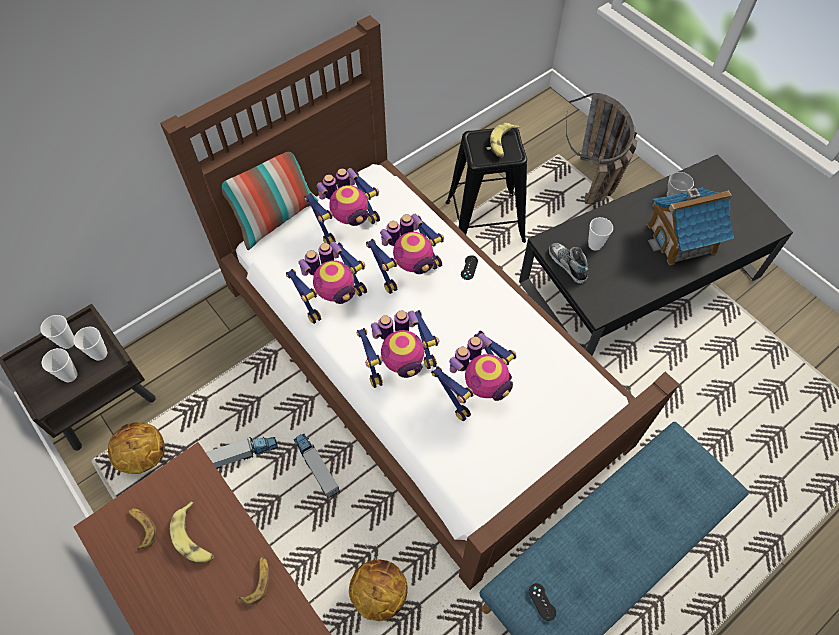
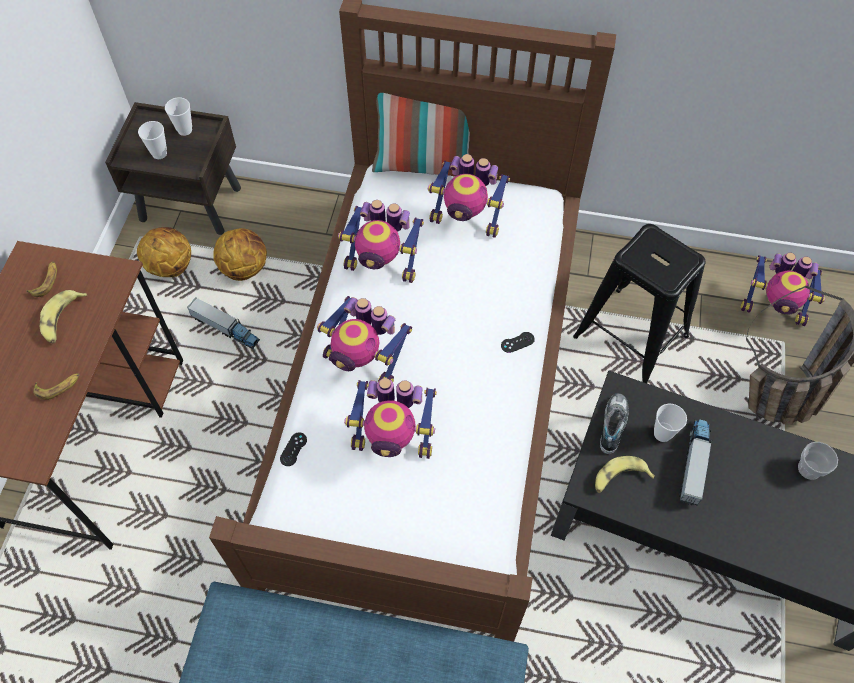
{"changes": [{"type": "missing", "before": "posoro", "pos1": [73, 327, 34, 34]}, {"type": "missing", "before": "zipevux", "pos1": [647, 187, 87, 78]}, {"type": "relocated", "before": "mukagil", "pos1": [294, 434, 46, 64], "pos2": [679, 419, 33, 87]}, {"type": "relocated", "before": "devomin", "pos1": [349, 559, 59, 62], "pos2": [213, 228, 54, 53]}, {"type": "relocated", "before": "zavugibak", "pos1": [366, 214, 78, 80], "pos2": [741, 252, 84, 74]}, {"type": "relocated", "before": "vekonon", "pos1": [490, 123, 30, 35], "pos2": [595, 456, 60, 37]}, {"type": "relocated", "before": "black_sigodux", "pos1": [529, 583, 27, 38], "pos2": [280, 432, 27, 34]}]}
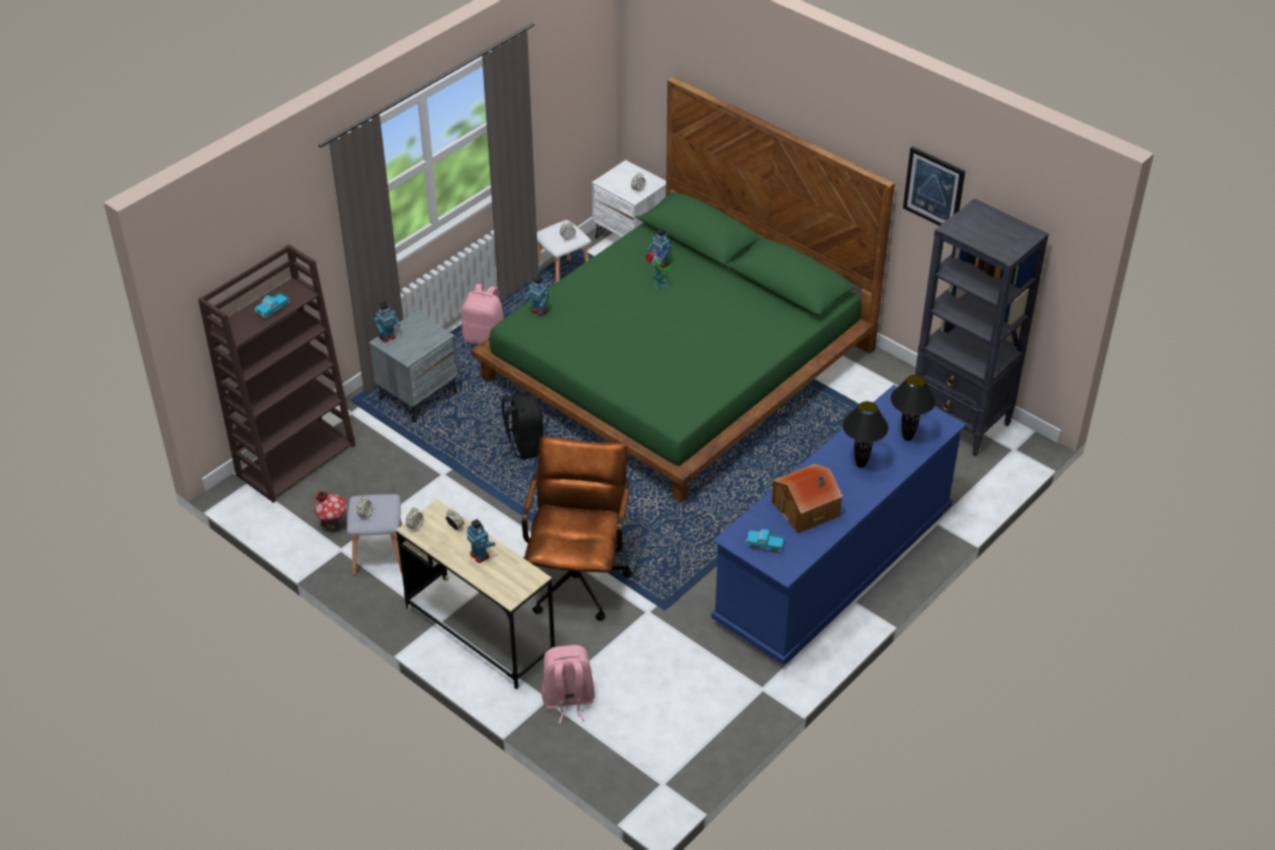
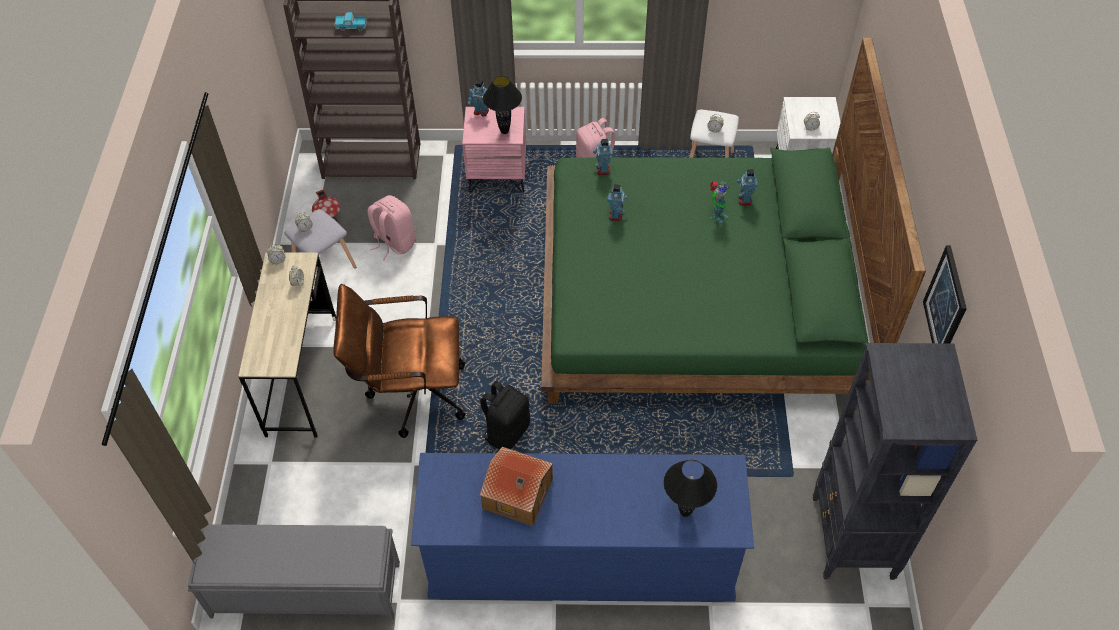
{"changes": [{"type": "missing", "before": "mukagil", "pos1": [746, 529, 38, 24]}, {"type": "appeared", "after": "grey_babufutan", "pos2": [188, 524, 212, 96]}, {"type": "relocated", "before": "zavugibak", "pos1": [467, 519, 28, 44], "pos2": [608, 184, 20, 37]}, {"type": "relocated", "before": "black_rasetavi", "pos1": [497, 395, 47, 65], "pos2": [478, 381, 52, 68]}, {"type": "relocated", "before": "pink_rasetavi", "pos1": [542, 645, 53, 78], "pos2": [367, 195, 49, 65]}, {"type": "relocated", "before": "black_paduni", "pos1": [842, 401, 47, 67], "pos2": [483, 76, 39, 58]}, {"type": "colour", "before": "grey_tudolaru", "after": "pink_tudolaru", "pos1": [369, 311, 89, 112], "pos2": [462, 107, 64, 86]}, {"type": "spun", "before": "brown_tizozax", "pos1": [522, 436, 110, 185], "pos2": [333, 284, 132, 154], "turn": -150}]}
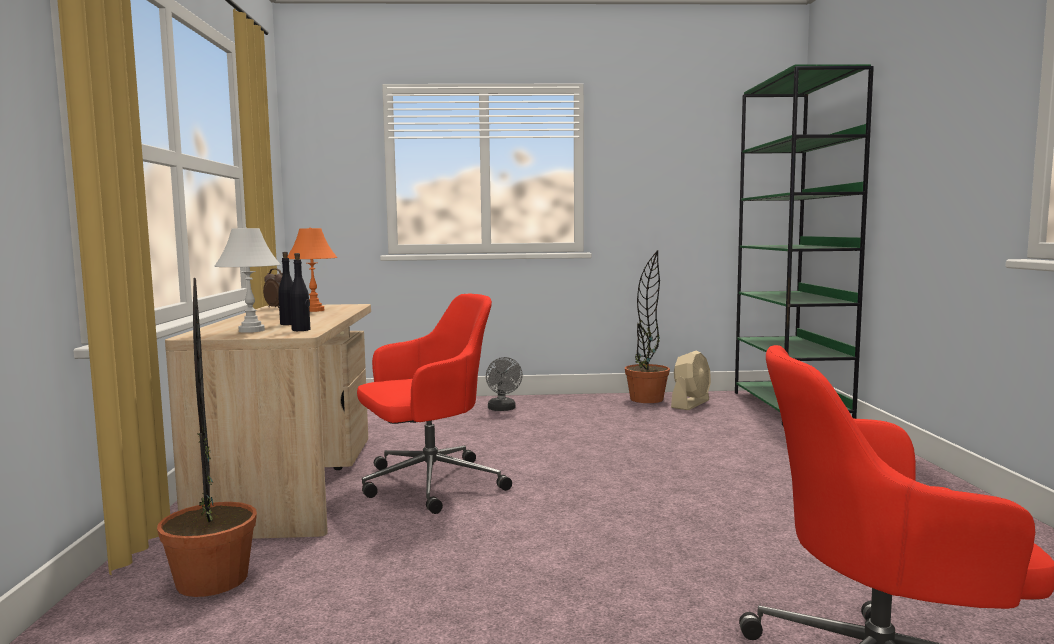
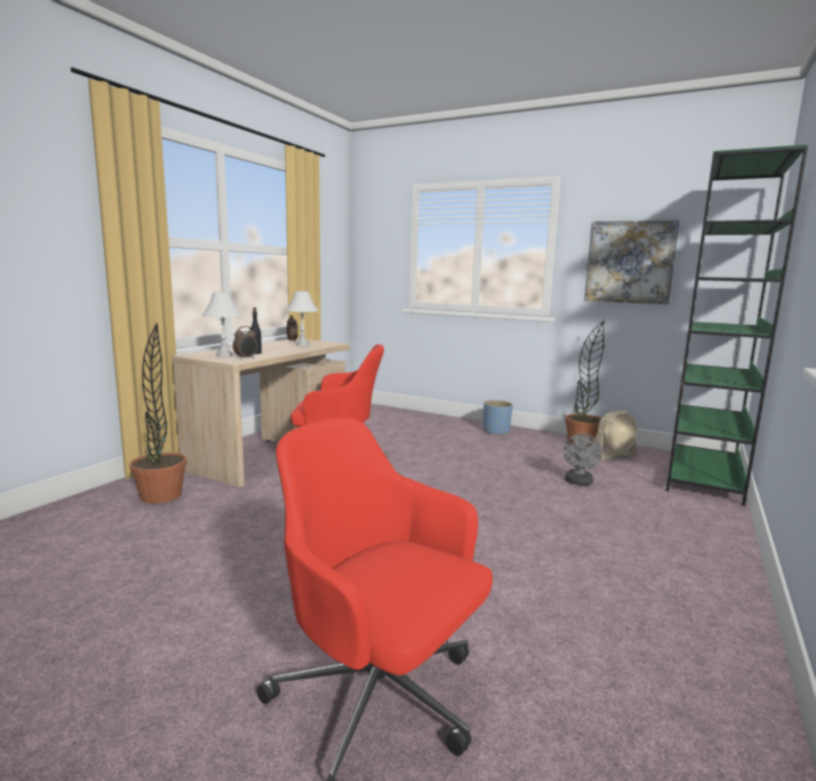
{"changes": [{"type": "appeared", "after": "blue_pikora", "pos2": [483, 400, 30, 35]}, {"type": "appeared", "after": "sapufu", "pos2": [584, 220, 96, 85]}, {"type": "relocated", "before": "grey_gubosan", "pos1": [486, 357, 37, 54], "pos2": [563, 434, 39, 52]}, {"type": "exchanged", "before": "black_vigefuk", "after": "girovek", "pos1": [290, 253, 20, 78], "pos2": [233, 326, 24, 33]}, {"type": "colour", "before": "orange_paduni", "after": "white_paduni", "pos1": [288, 228, 49, 84], "pos2": [285, 291, 33, 55]}]}
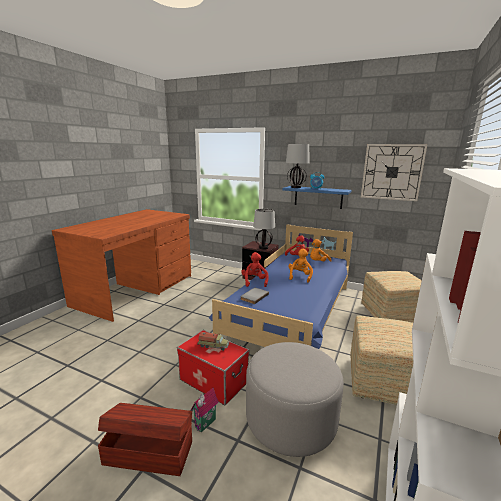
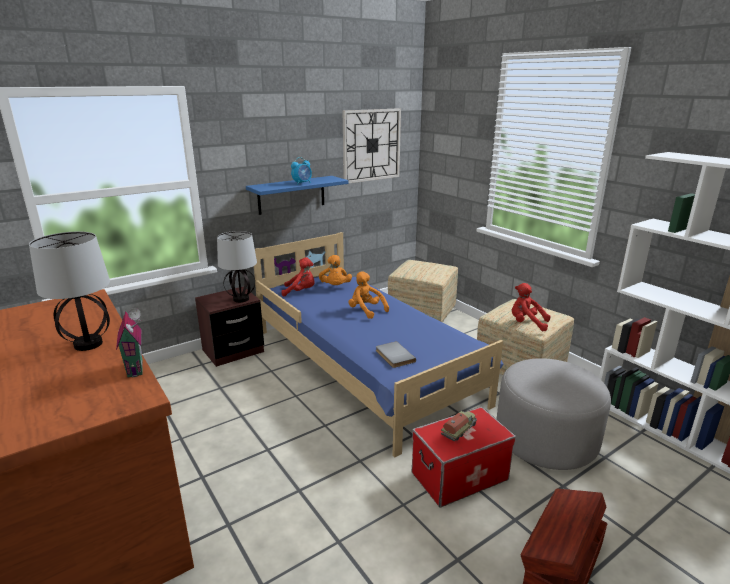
{"changes": [{"type": "relocated", "before": "zipevux", "pos1": [191, 388, 28, 44], "pos2": [116, 308, 27, 70]}, {"type": "relocated", "before": "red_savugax", "pos1": [241, 252, 28, 35], "pos2": [512, 283, 38, 48]}, {"type": "relocated", "before": "paduni", "pos1": [286, 144, 23, 44], "pos2": [29, 232, 81, 119]}]}
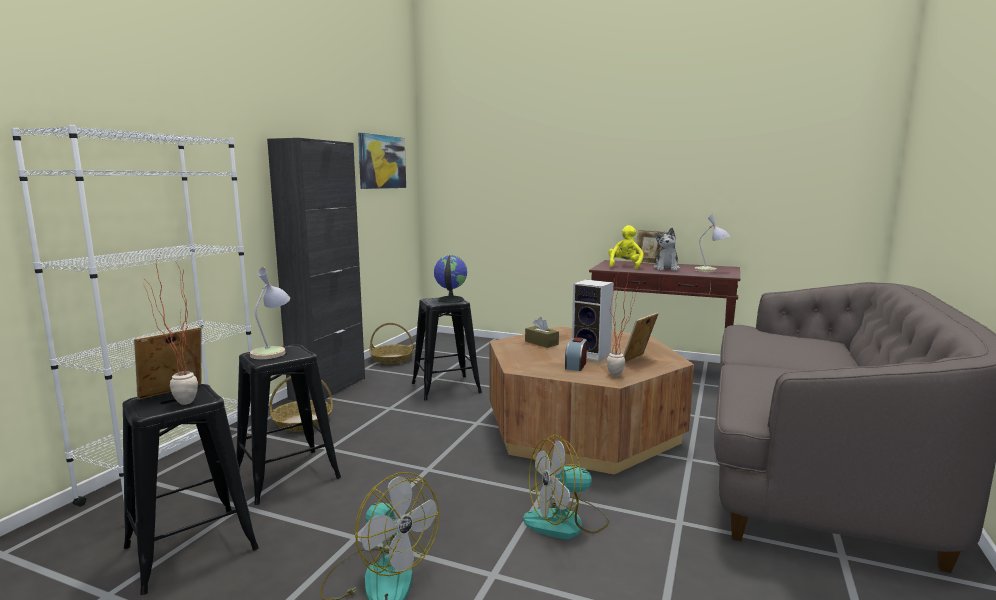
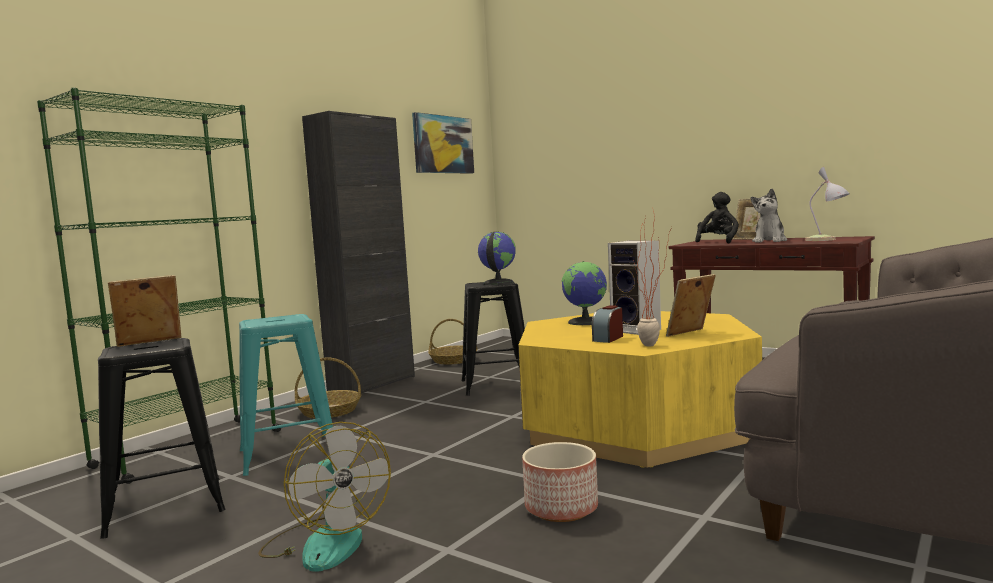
{"changes": [{"type": "missing", "before": "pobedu", "pos1": [143, 254, 55, 151]}, {"type": "missing", "before": "paduni", "pos1": [250, 267, 40, 92]}, {"type": "exchanged", "before": "gubosan", "after": "pikora", "pos1": [523, 435, 86, 104], "pos2": [522, 442, 76, 80]}, {"type": "exchanged", "before": "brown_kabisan", "after": "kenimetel", "pos1": [525, 317, 34, 31], "pos2": [561, 261, 46, 64]}, {"type": "colour", "before": "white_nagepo", "after": "green_nagepo", "pos1": [11, 125, 241, 382], "pos2": [37, 88, 244, 396]}, {"type": "colour", "before": "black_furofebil", "after": "turquoise_furofebil", "pos1": [237, 344, 104, 161], "pos2": [239, 314, 94, 162]}, {"type": "colour", "before": "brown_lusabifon", "after": "yellow_lusabifon", "pos1": [489, 326, 205, 148], "pos2": [518, 311, 244, 157]}, {"type": "colour", "before": "yellow_savugax", "after": "black_savugax", "pos1": [608, 225, 36, 45], "pos2": [695, 192, 44, 51]}]}
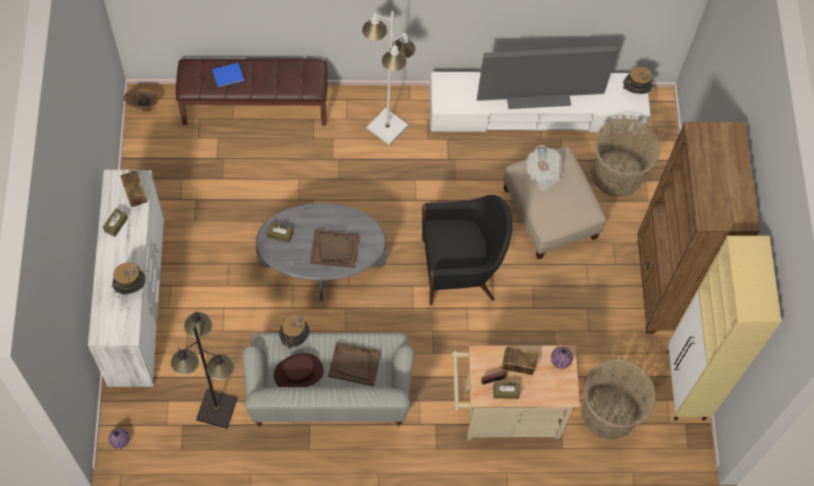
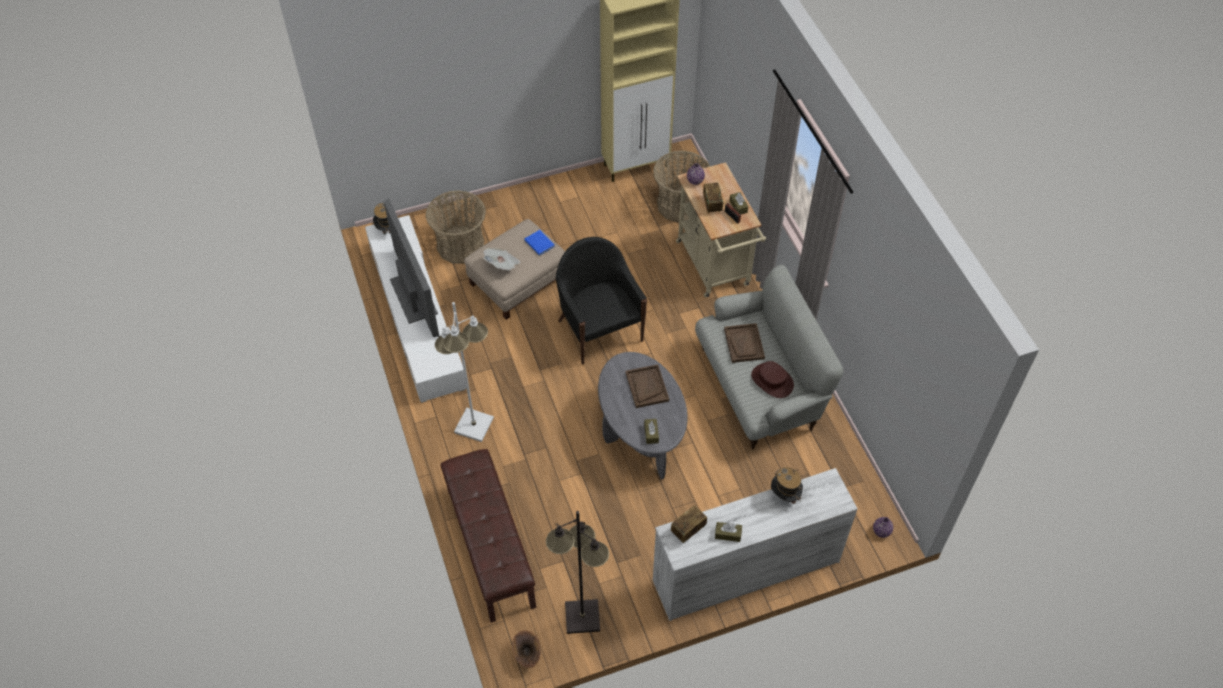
{"changes": [{"type": "missing", "before": "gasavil", "pos1": [279, 313, 31, 36]}, {"type": "missing", "before": "brown_nagepo", "pos1": [637, 122, 123, 212]}, {"type": "relocated", "before": "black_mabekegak", "pos1": [171, 312, 67, 117], "pos2": [546, 511, 63, 123]}, {"type": "relocated", "before": "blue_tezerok", "pos1": [212, 63, 32, 25], "pos2": [525, 230, 30, 26]}]}
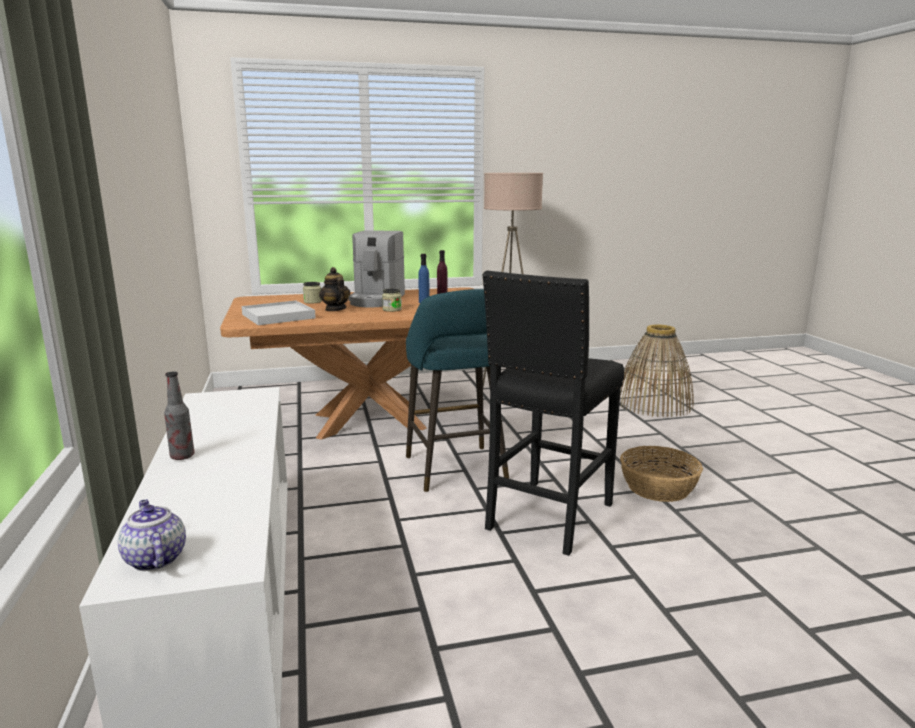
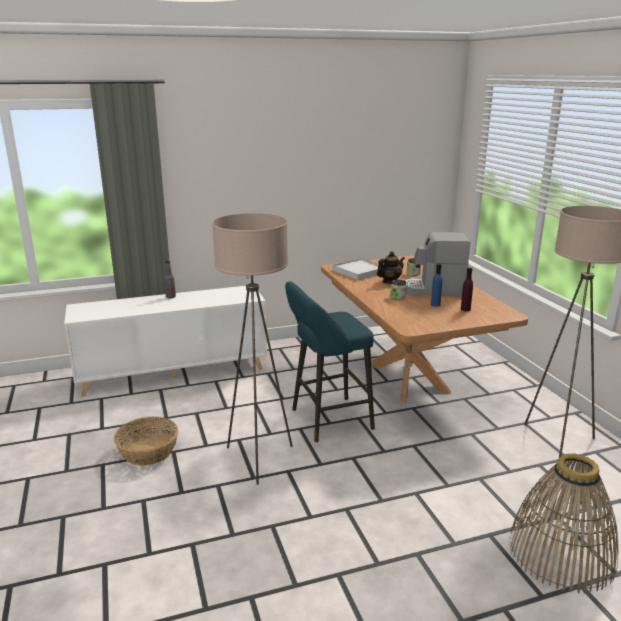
{"changes": [{"type": "missing", "before": "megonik", "pos1": [118, 499, 68, 72]}, {"type": "relocated", "before": "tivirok", "pos1": [620, 446, 83, 56], "pos2": [114, 417, 64, 49]}, {"type": "exchanged", "before": "black_furofebil", "after": "beige_mabekegak", "pos1": [482, 270, 142, 286], "pos2": [212, 213, 81, 272]}]}
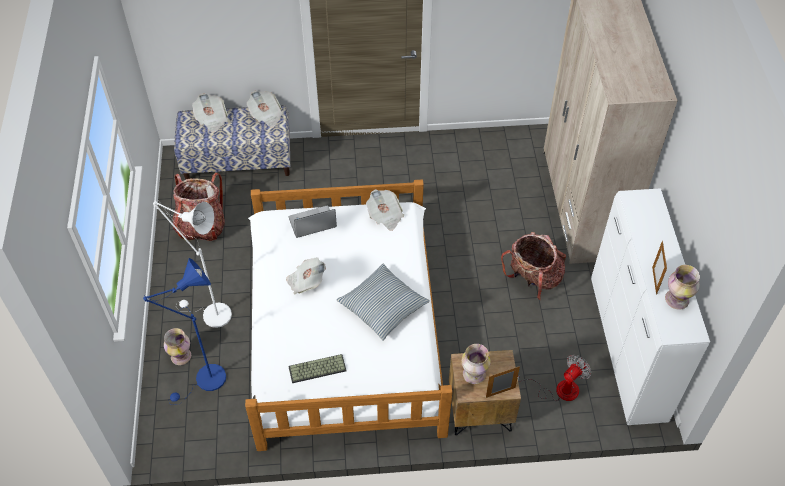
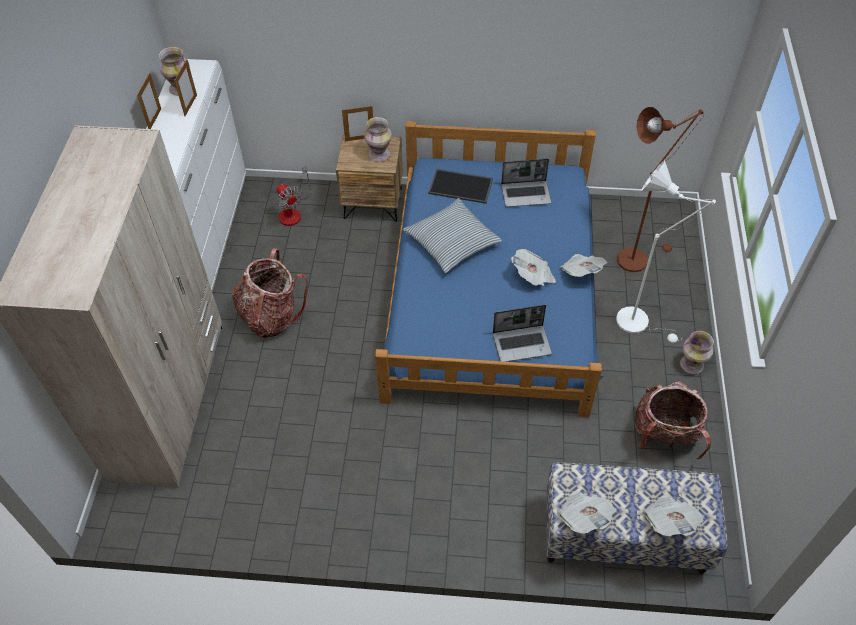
{"changes": [{"type": "appeared", "after": "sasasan", "pos2": [137, 73, 24, 56]}, {"type": "appeared", "after": "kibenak", "pos2": [428, 169, 65, 35]}, {"type": "relocated", "before": "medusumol", "pos1": [164, 328, 27, 37], "pos2": [680, 331, 34, 43]}, {"type": "relocated", "before": "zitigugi", "pos1": [366, 189, 38, 42], "pos2": [560, 254, 48, 23]}, {"type": "exchanged", "before": "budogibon", "after": "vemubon", "pos1": [288, 354, 58, 29], "pos2": [501, 158, 50, 49]}, {"type": "colour", "before": "blue_mabekegak", "after": "brown_mabekegak", "pos1": [143, 258, 83, 147], "pos2": [617, 107, 87, 165]}, {"type": "colour", "before": "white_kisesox", "after": "blue_kisesox", "pos1": [245, 180, 207, 271], "pos2": [375, 121, 229, 296]}, {"type": "spun", "before": "gubosan", "pos1": [518, 355, 73, 46], "pos2": [276, 166, 35, 60], "turn": -90}]}
